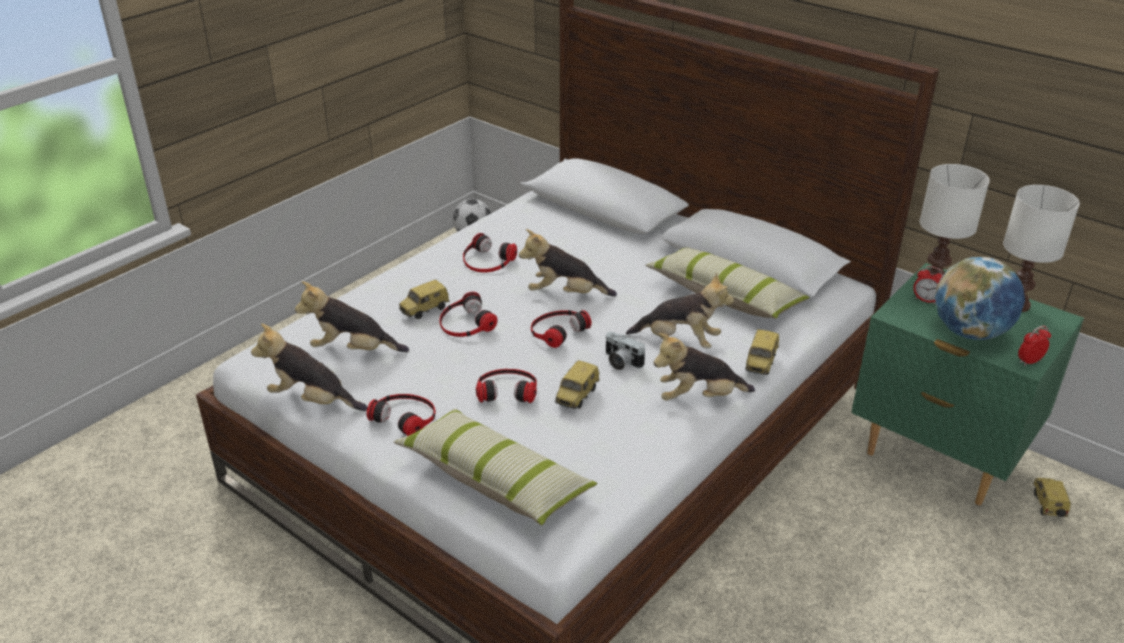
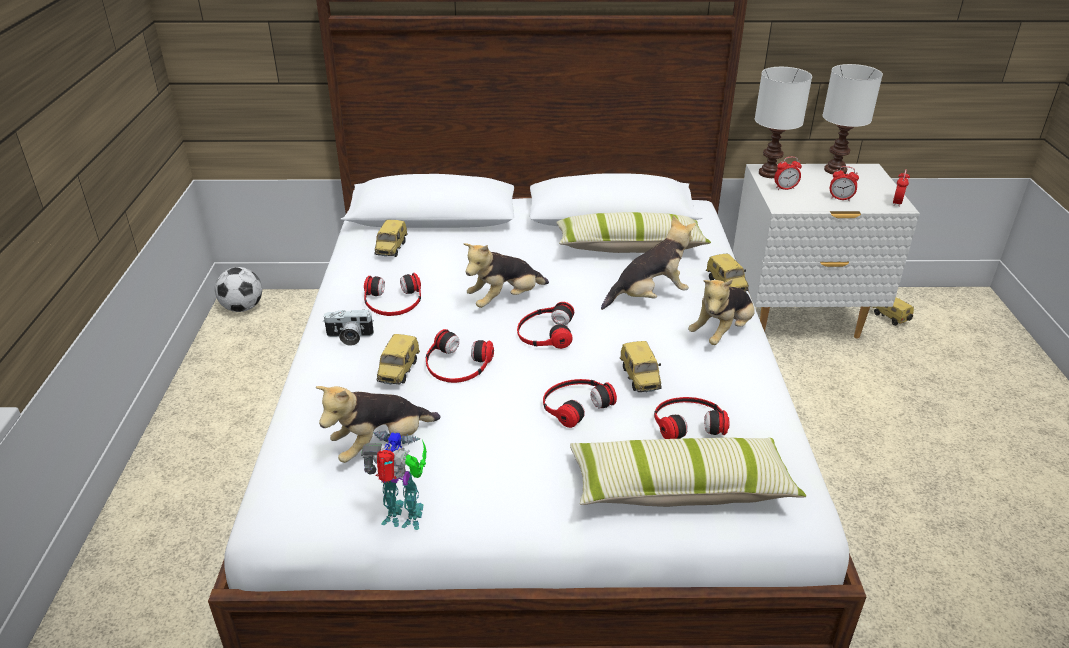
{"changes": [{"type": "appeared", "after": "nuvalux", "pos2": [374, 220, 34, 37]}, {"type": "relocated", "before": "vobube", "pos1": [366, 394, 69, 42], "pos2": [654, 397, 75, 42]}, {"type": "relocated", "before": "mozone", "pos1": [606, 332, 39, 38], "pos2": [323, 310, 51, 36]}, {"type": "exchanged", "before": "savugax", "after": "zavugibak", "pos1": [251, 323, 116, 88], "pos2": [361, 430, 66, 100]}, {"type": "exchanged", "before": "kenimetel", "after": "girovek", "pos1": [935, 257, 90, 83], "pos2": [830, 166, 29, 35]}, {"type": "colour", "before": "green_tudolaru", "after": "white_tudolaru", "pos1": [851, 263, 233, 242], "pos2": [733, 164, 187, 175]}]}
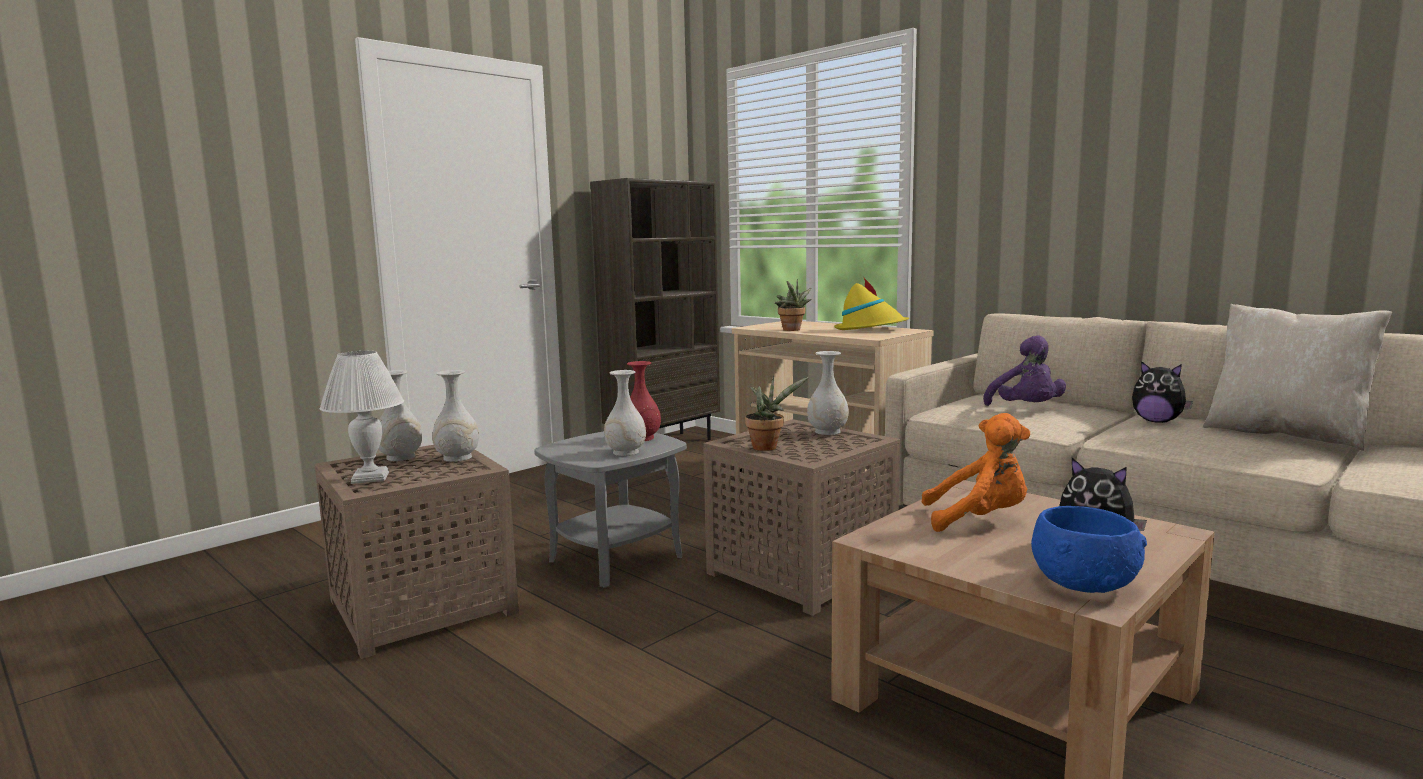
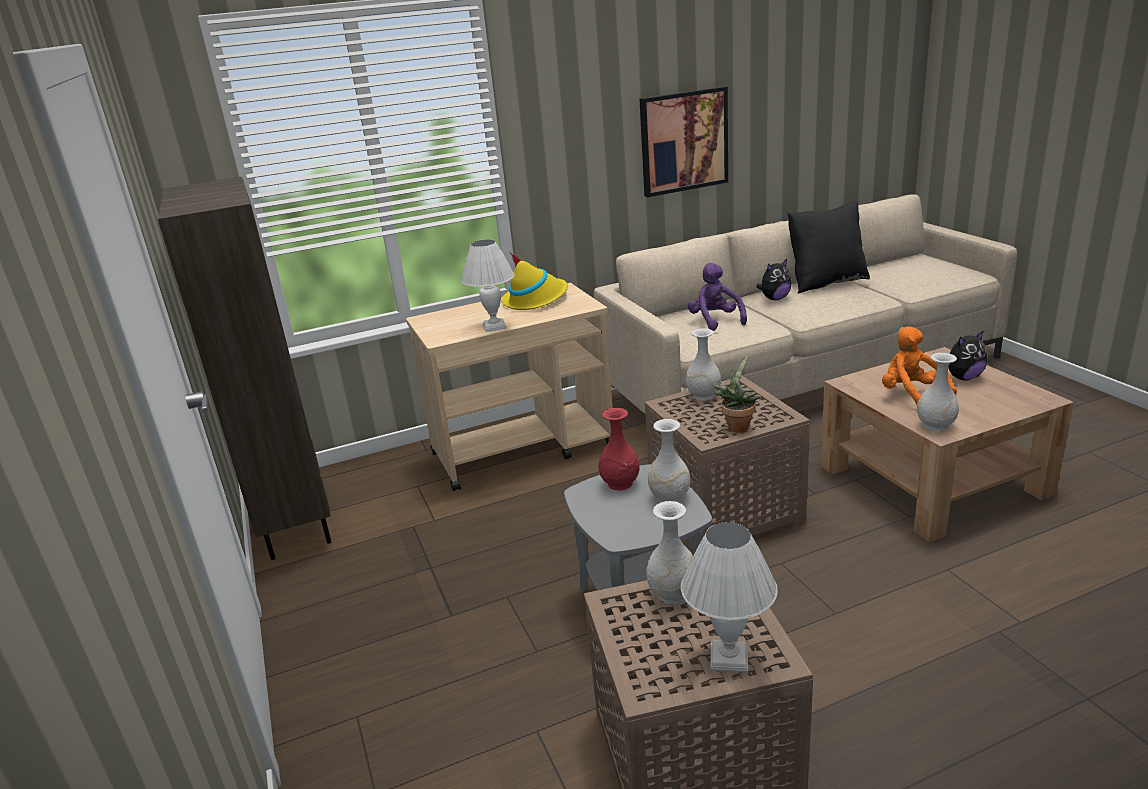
{"changes": [{"type": "missing", "before": "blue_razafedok", "pos1": [1031, 506, 116, 87]}, {"type": "appeared", "after": "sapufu", "pos2": [639, 86, 89, 111]}, {"type": "relocated", "before": "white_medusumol", "pos1": [378, 370, 44, 91], "pos2": [917, 353, 42, 78]}, {"type": "exchanged", "before": "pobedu", "after": "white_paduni", "pos1": [775, 279, 37, 52], "pos2": [461, 239, 54, 93]}, {"type": "colour", "before": "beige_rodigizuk", "after": "black_rodigizuk", "pos1": [1203, 304, 189, 147], "pos2": [788, 201, 82, 92]}, {"type": "spun", "before": "orange_savugax", "pos1": [922, 413, 108, 119], "pos2": [882, 326, 75, 79], "turn": -60}, {"type": "spun", "before": "purple_savugax", "pos1": [983, 335, 83, 71], "pos2": [688, 263, 59, 68], "turn": -120}]}
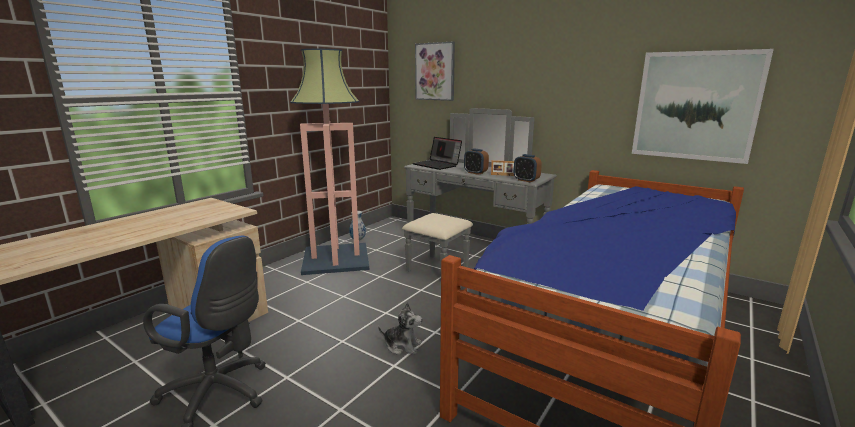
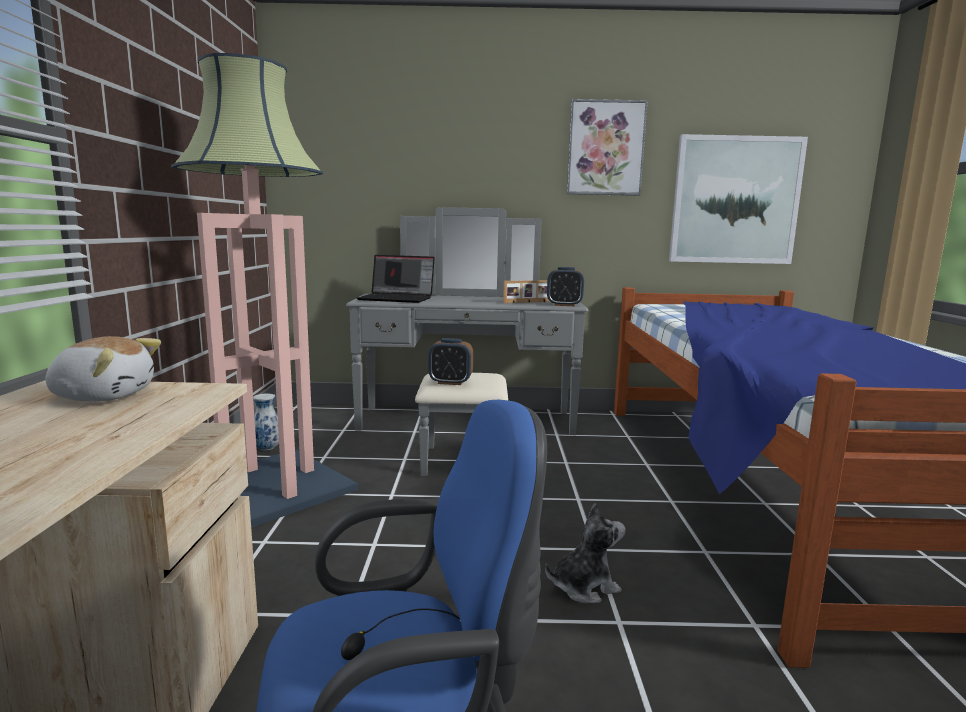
{"changes": [{"type": "appeared", "after": "savugax", "pos2": [46, 336, 115, 66]}, {"type": "relocated", "before": "sapufu", "pos1": [415, 42, 40, 59], "pos2": [567, 99, 81, 97]}, {"type": "relocated", "before": "girovek", "pos1": [464, 149, 25, 26], "pos2": [428, 338, 45, 47]}]}
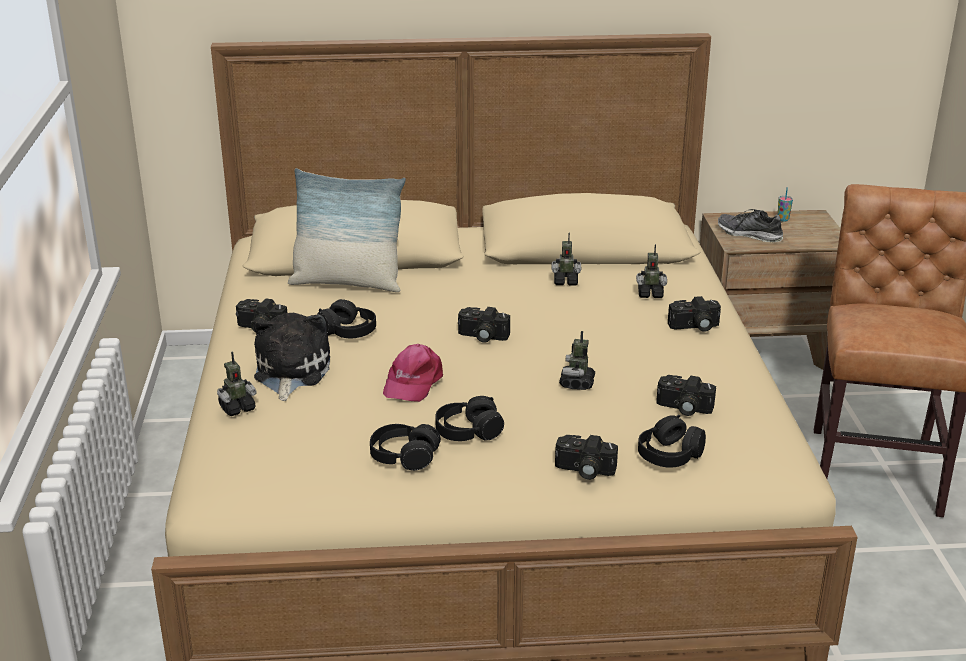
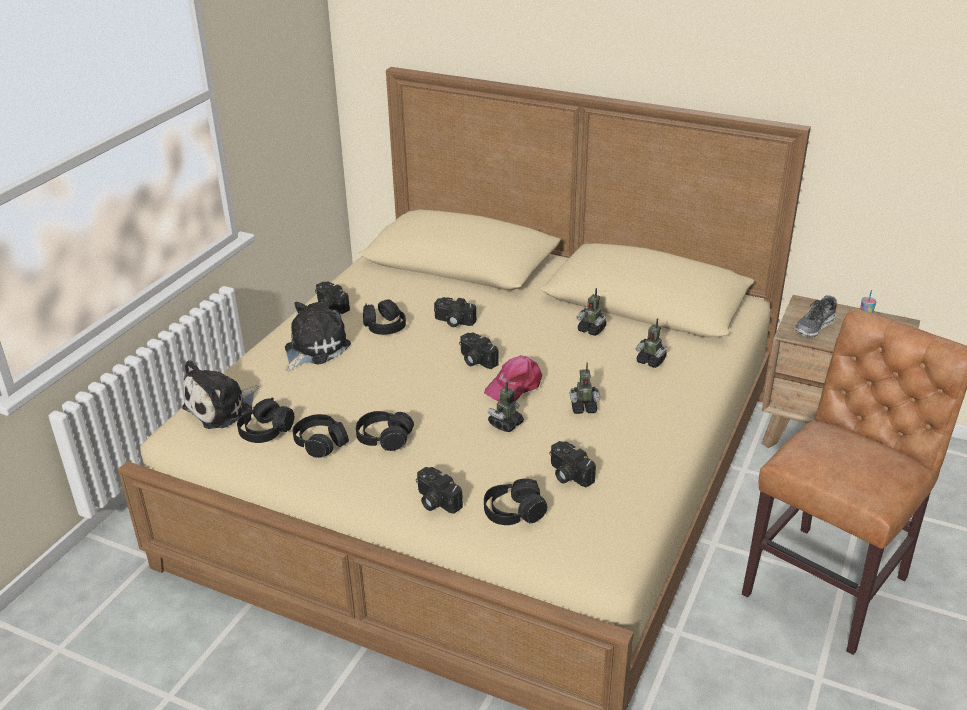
{"changes": [{"type": "missing", "before": "rodigizuk", "pos1": [288, 168, 118, 124]}, {"type": "appeared", "after": "savugax", "pos2": [182, 360, 77, 69]}, {"type": "appeared", "after": "black_vobube", "pos2": [237, 398, 57, 45]}, {"type": "relocated", "before": "zavugibak", "pos1": [217, 352, 40, 64], "pos2": [569, 362, 31, 52]}, {"type": "relocated", "before": "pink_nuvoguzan", "pos1": [383, 344, 60, 58], "pos2": [484, 355, 58, 46]}, {"type": "relocated", "before": "mozone", "pos1": [668, 296, 53, 36], "pos2": [434, 297, 42, 30]}, {"type": "spun", "before": "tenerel", "pos1": [718, 209, 65, 33], "pos2": [795, 295, 42, 43], "turn": -105}]}
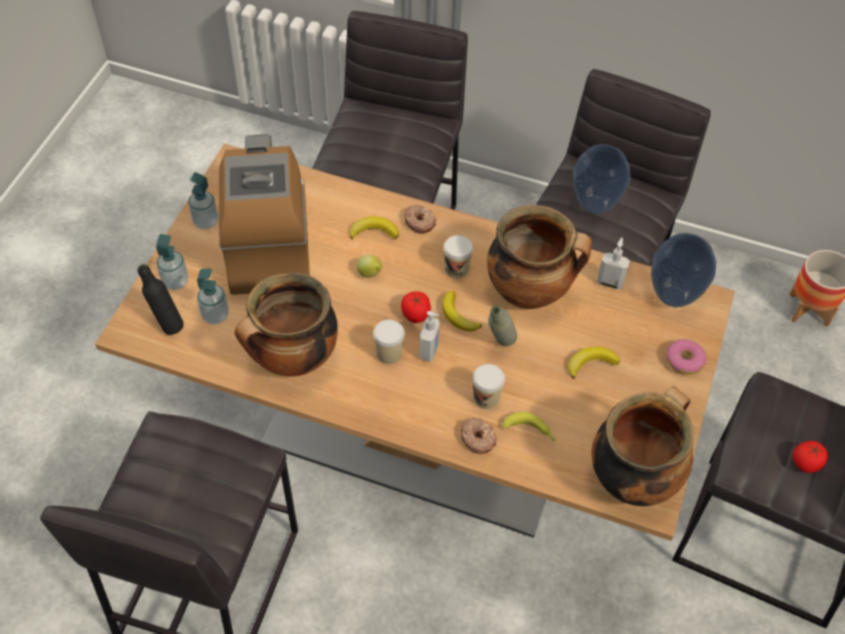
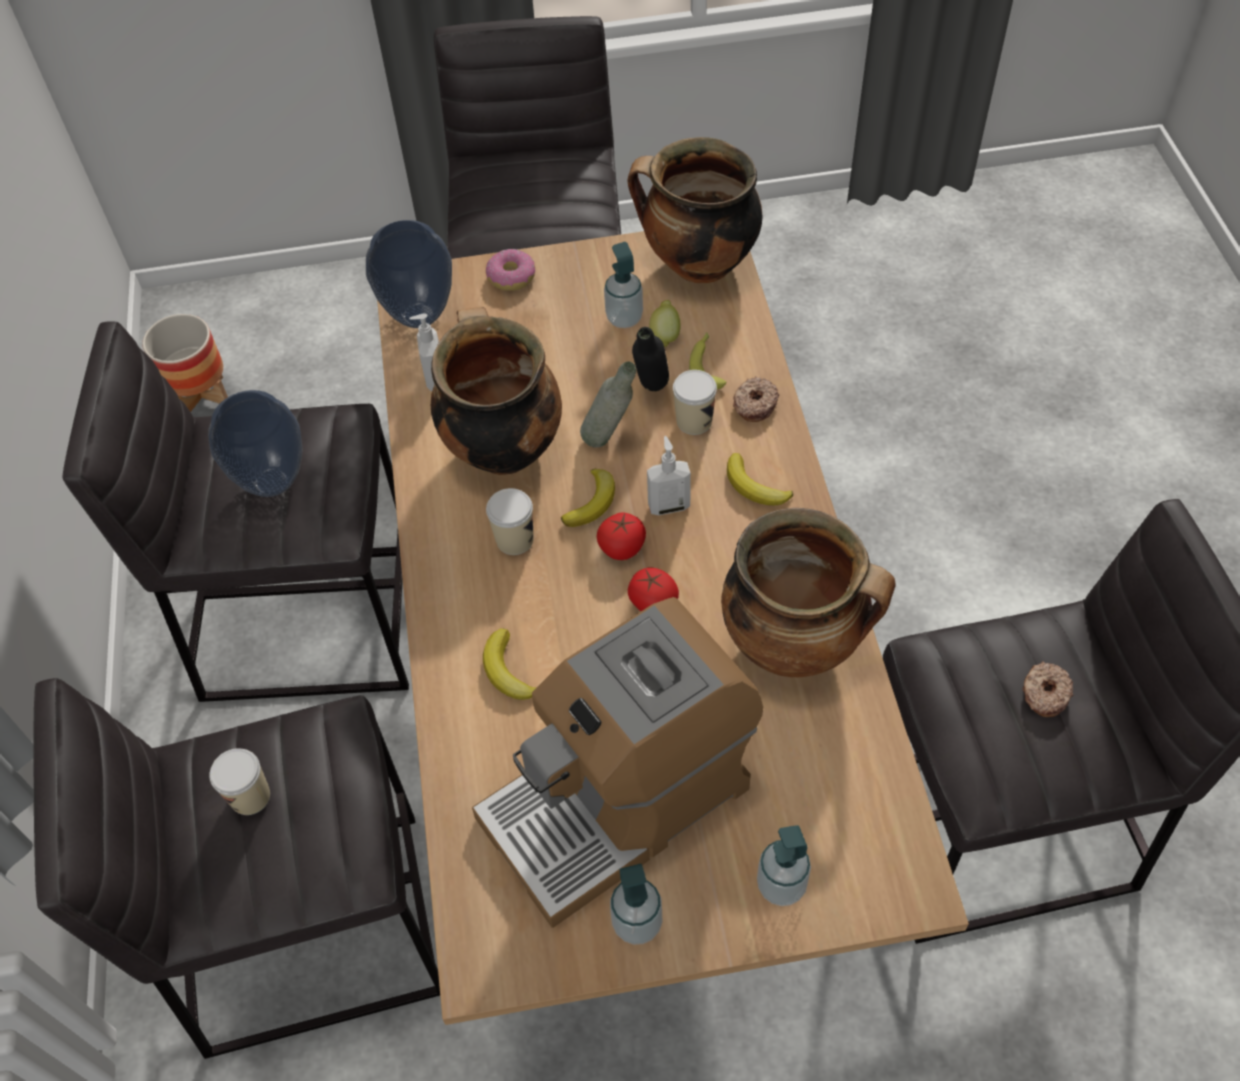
{"changes": [{"type": "relocated", "before": "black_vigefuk", "pos1": [138, 264, 46, 71], "pos2": [632, 327, 37, 65]}, {"type": "relocated", "before": "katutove", "pos1": [197, 268, 32, 56], "pos2": [604, 242, 39, 86]}, {"type": "relocated", "before": "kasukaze", "pos1": [357, 255, 25, 23], "pos2": [649, 300, 32, 47]}, {"type": "relocated", "before": "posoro", "pos1": [373, 320, 32, 44], "pos2": [209, 748, 61, 67]}, {"type": "relocated", "before": "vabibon", "pos1": [405, 205, 31, 28], "pos2": [1022, 661, 51, 56]}, {"type": "relocated", "before": "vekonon", "pos1": [568, 346, 52, 33], "pos2": [727, 453, 66, 53]}, {"type": "relocated", "before": "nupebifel", "pos1": [793, 441, 35, 32], "pos2": [628, 568, 51, 43]}]}
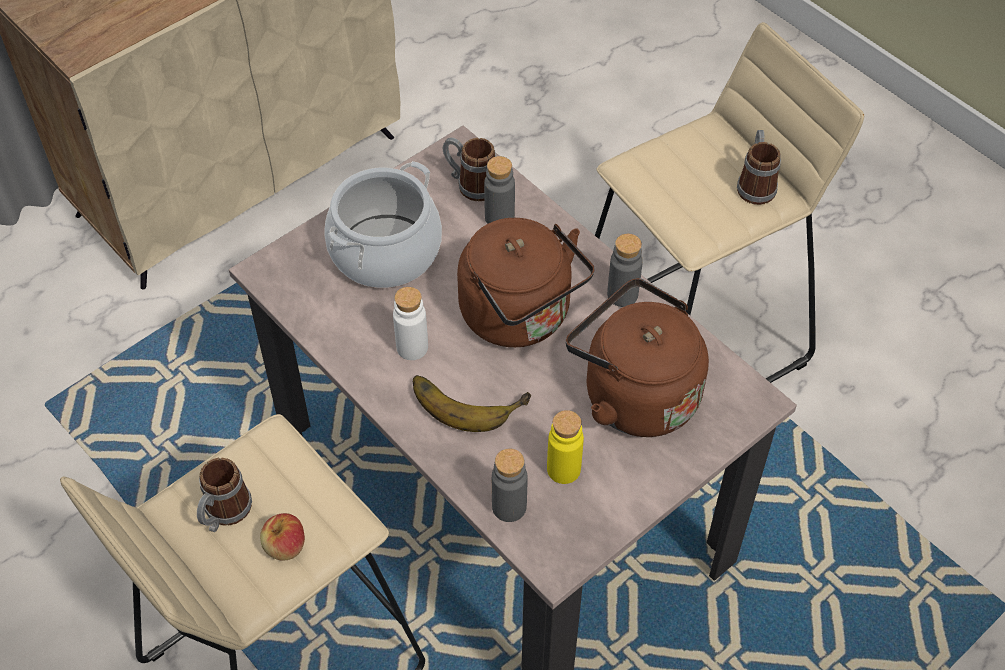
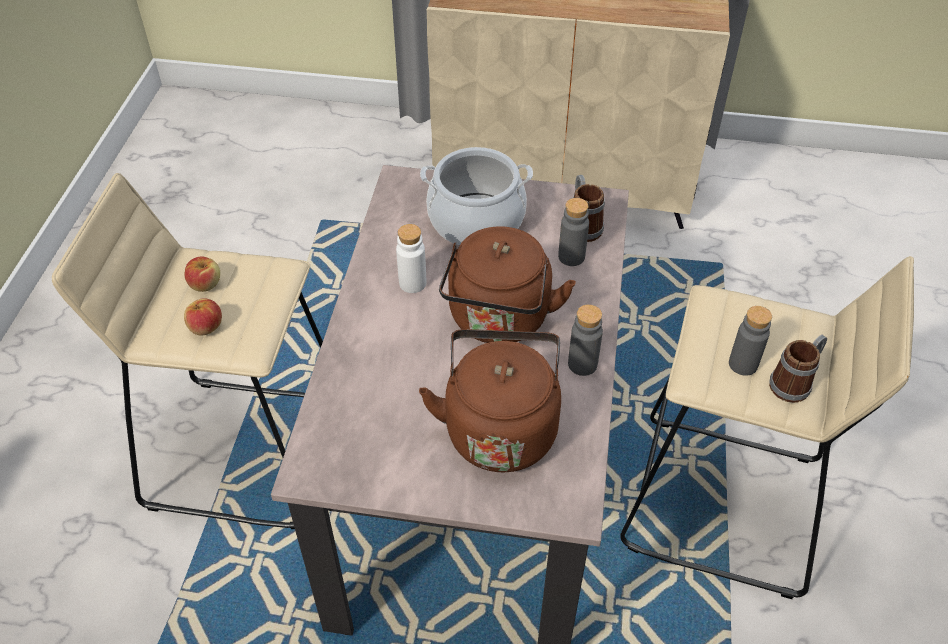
{"changes": [{"type": "missing", "before": "vekonon", "pos1": [413, 375, 118, 57]}, {"type": "missing", "before": "yellow_vigefuk", "pos1": [547, 410, 37, 74]}, {"type": "relocated", "before": "grey_vigefuk", "pos1": [492, 449, 36, 73], "pos2": [729, 306, 43, 70]}, {"type": "exchanged", "before": "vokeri", "after": "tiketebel", "pos1": [197, 458, 55, 74], "pos2": [185, 256, 35, 36]}]}
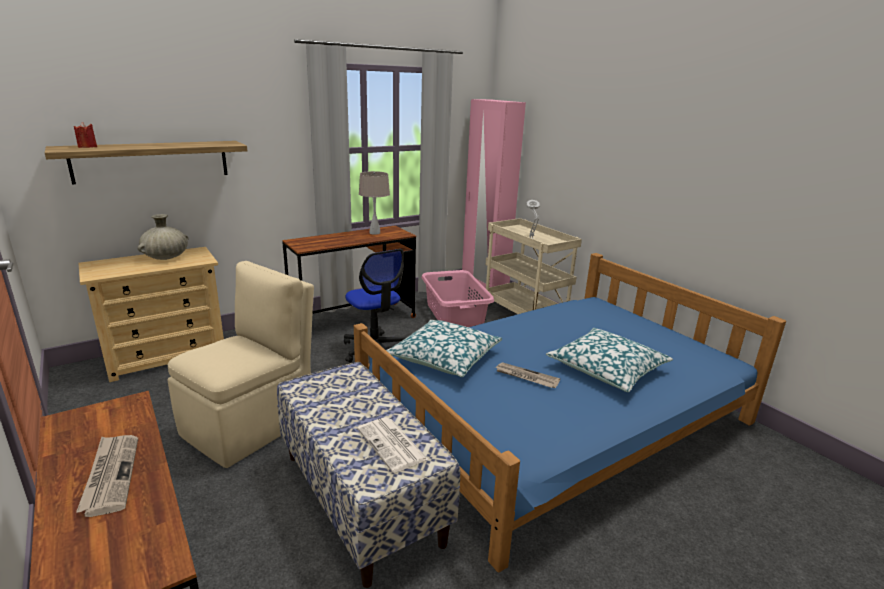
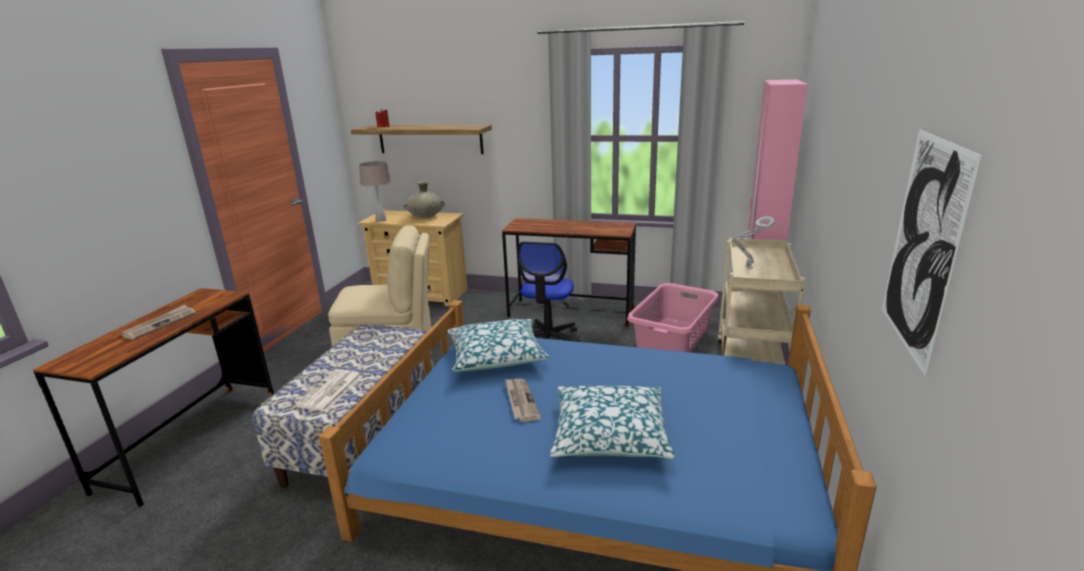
{"changes": [{"type": "appeared", "after": "sapufu", "pos2": [882, 129, 101, 248]}, {"type": "relocated", "before": "beige_paduni", "pos1": [359, 171, 31, 64], "pos2": [359, 161, 32, 61]}]}
